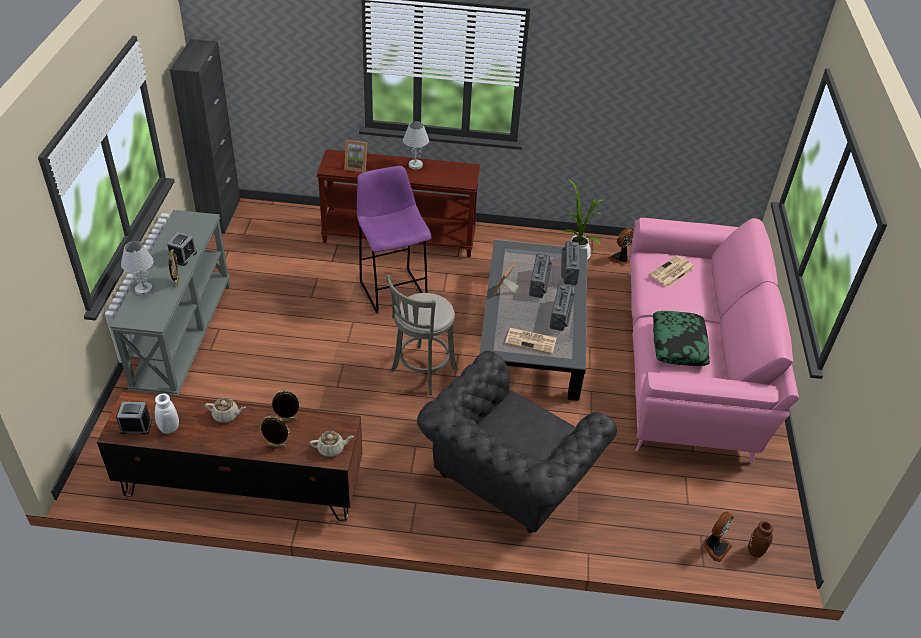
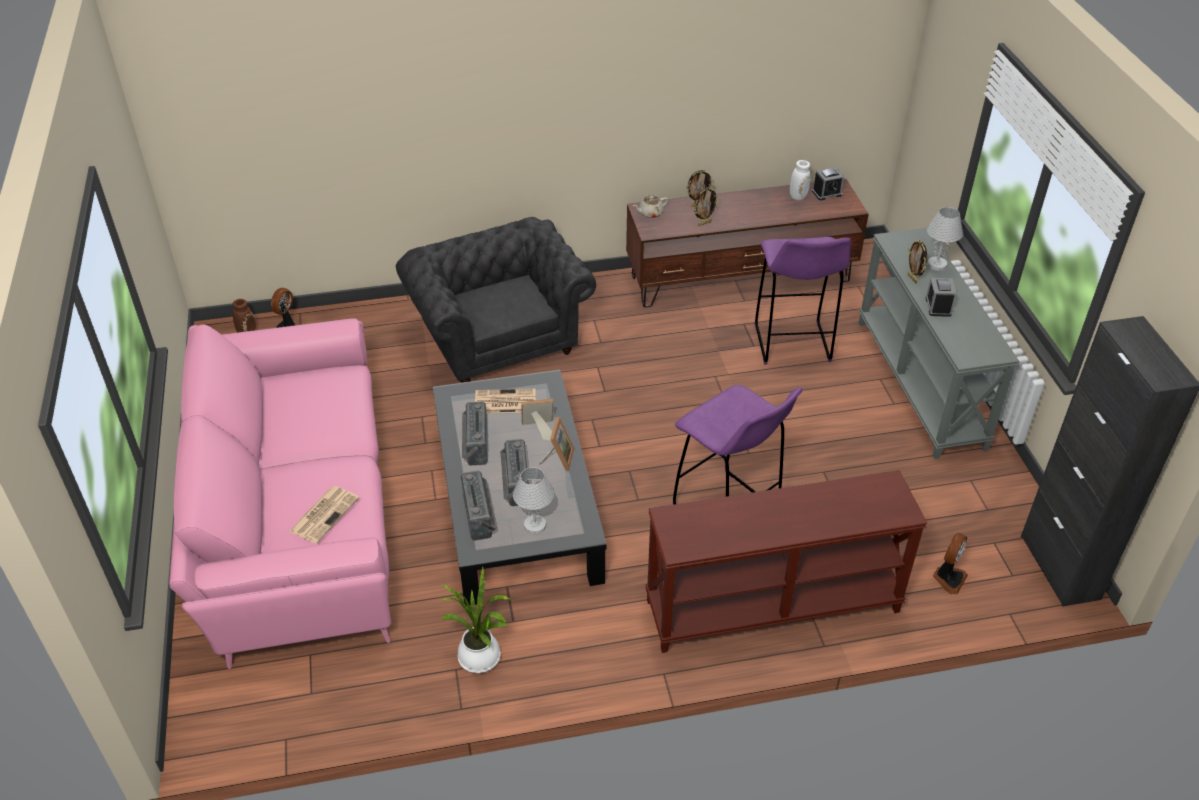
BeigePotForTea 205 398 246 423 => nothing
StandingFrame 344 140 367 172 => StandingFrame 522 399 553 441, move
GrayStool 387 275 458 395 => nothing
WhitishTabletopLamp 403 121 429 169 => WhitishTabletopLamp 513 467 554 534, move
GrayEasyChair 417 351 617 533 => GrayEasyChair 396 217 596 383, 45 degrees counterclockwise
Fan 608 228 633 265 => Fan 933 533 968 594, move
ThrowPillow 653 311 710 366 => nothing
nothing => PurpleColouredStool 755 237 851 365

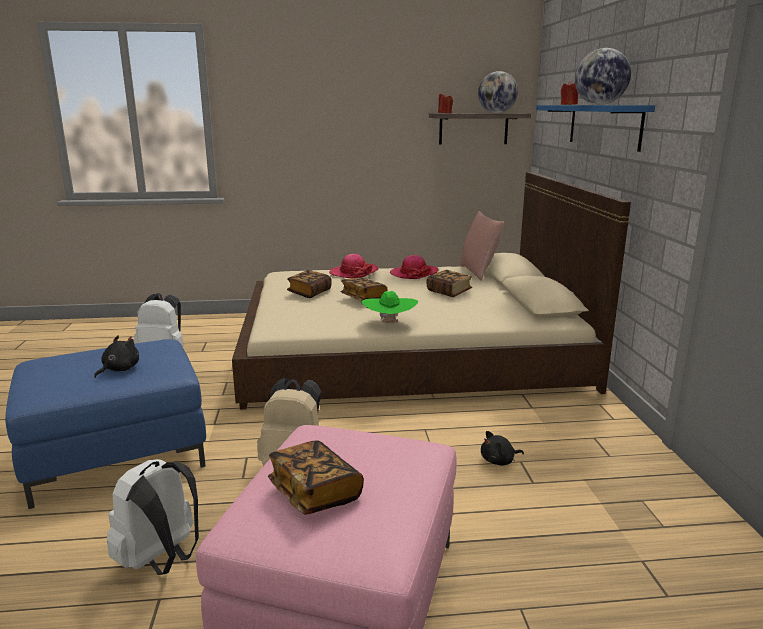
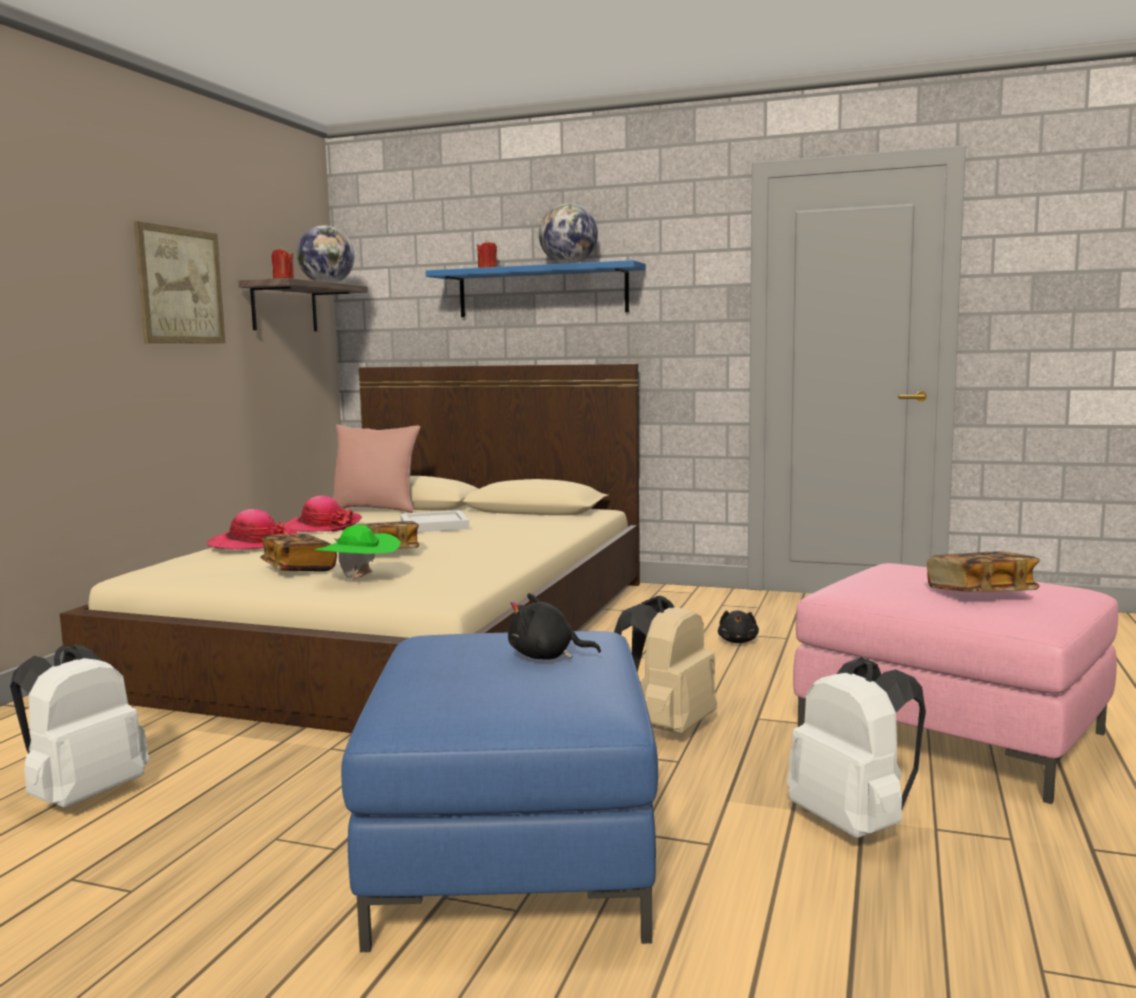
BlackCuddlyToy 94 335 139 378 => BlackCuddlyToy 508 593 601 660, 45 degrees counterclockwise
GreenishHat 362 291 419 323 => GreenishHat 314 525 401 580, move
Book 426 270 472 297 => WhitishServingTray 401 510 469 532
nothing => WallArt 134 221 225 344

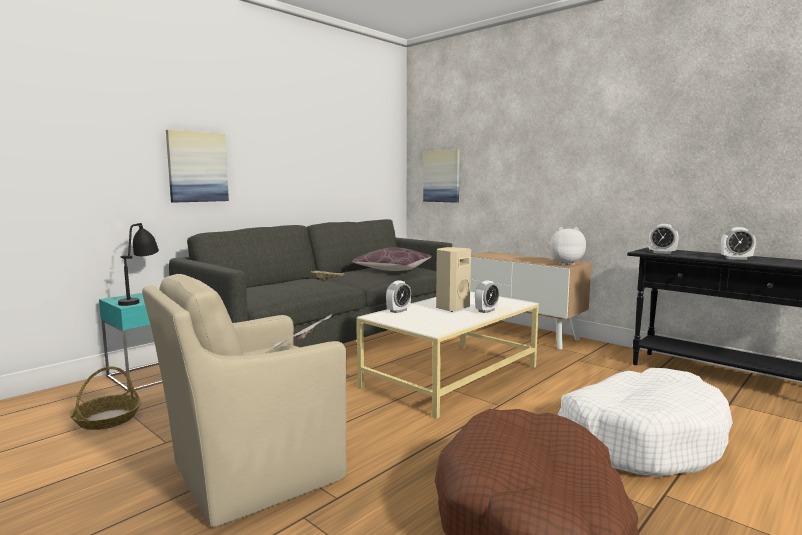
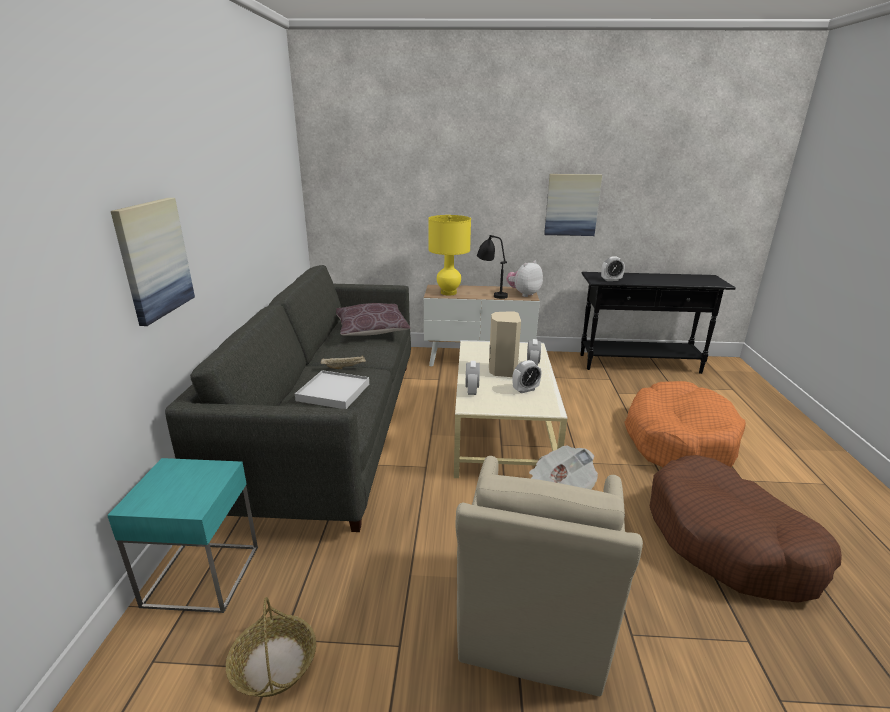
BlackTabletopLamp 118 223 159 306 => BlackTabletopLamp 477 235 508 299, move
WallArt 423 150 460 203 => WallArt 544 174 602 236, move
WhitishDogBed 558 368 733 477 => OrangeyDogBed 624 381 746 467
AlarmClock 720 227 756 260 => AlarmClock 512 360 541 393, move
nothing => WhitishServingTray 295 370 369 409
nothing => YellowColouredTabletopLamp 428 215 471 296

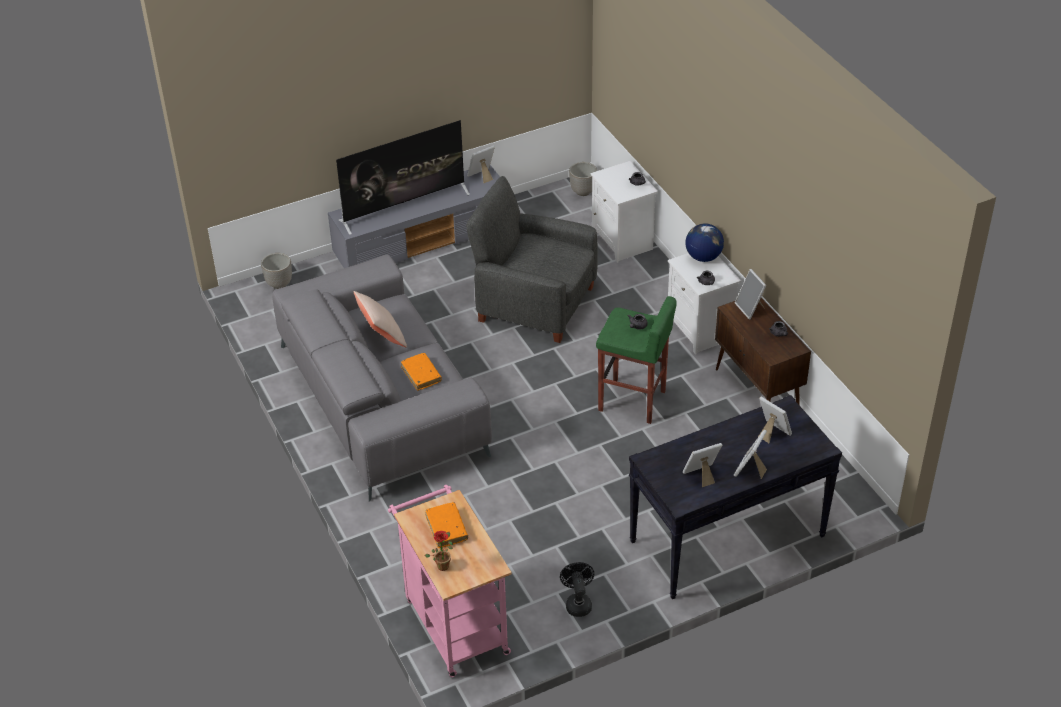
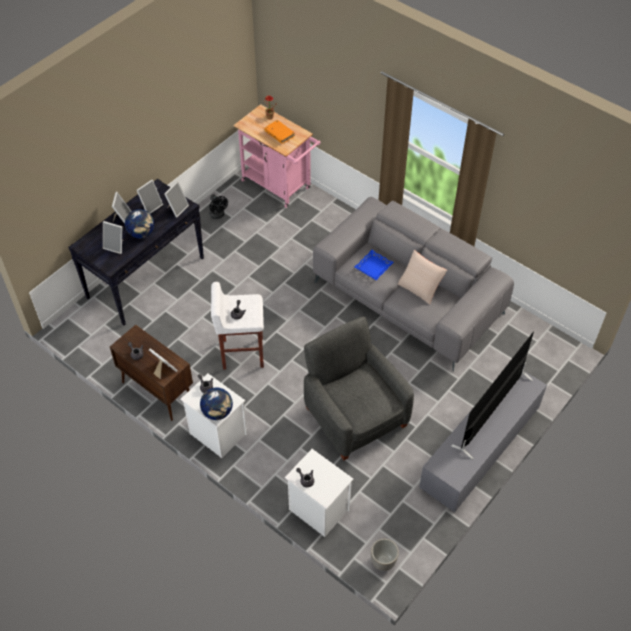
Planter 261 253 292 289 => nothing
OrangeyBook 401 353 442 391 => BluishServingTray 355 250 394 280
GrayEasyChair 466 176 597 343 => GrayEasyChair 304 316 414 460, 120 degrees counterclockwise
StandingFrame 467 145 495 183 => StandingFrame 164 181 189 218, move
GreenishStool 596 296 677 424 => WhitishStool 211 282 264 370
nothing => WorldGlobe 125 209 154 238

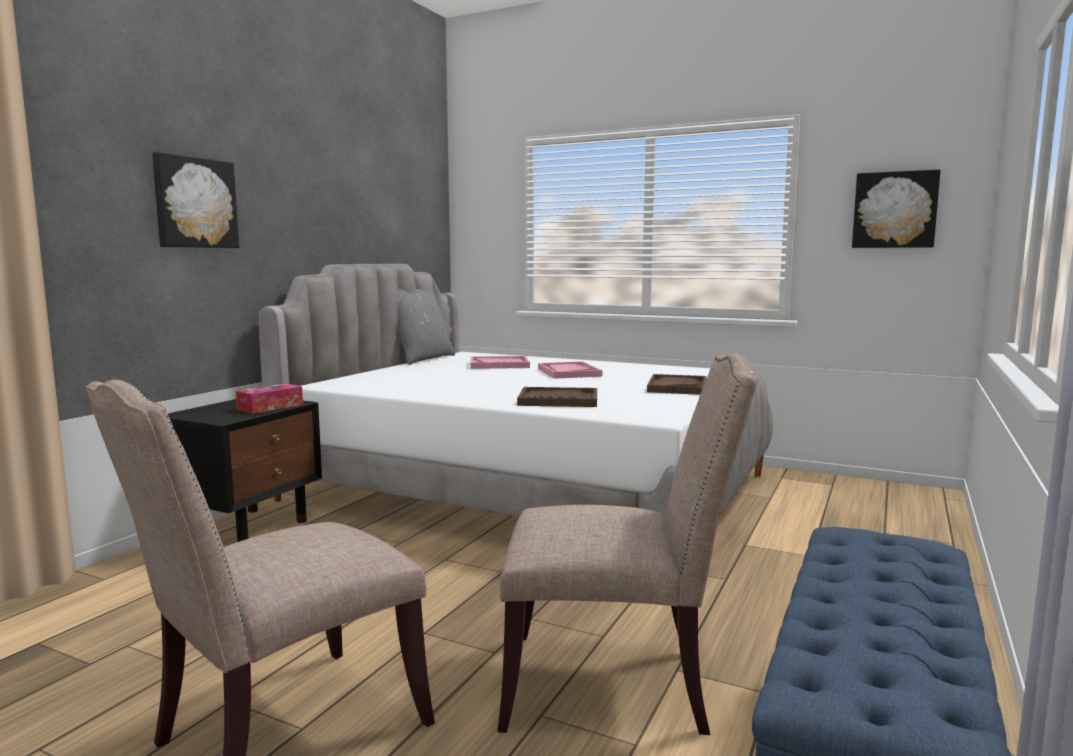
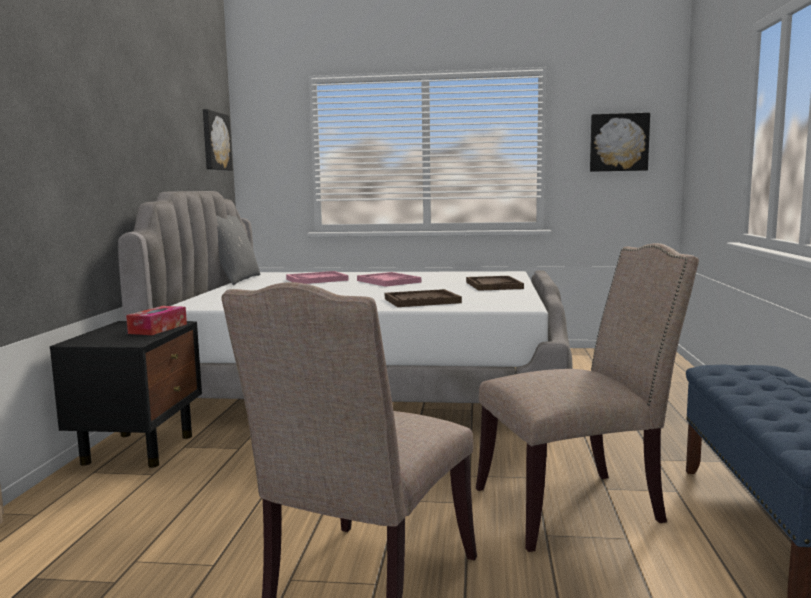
WallArt 152 152 239 248 => WallArt 203 109 233 171, move

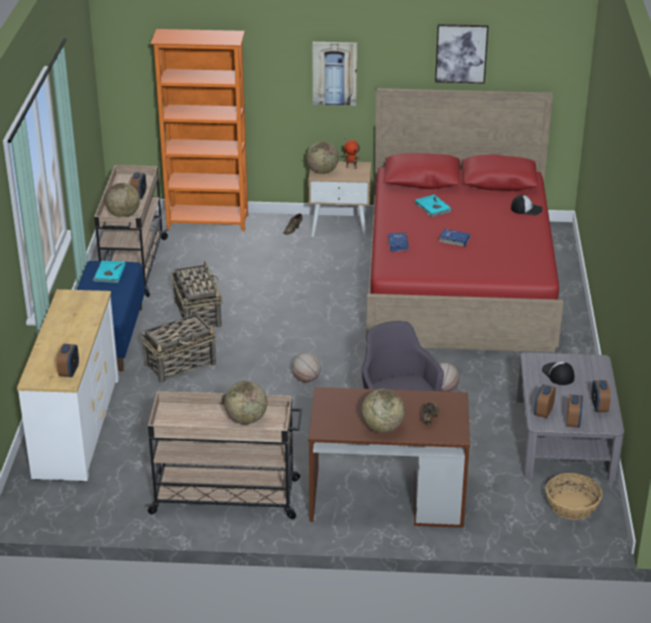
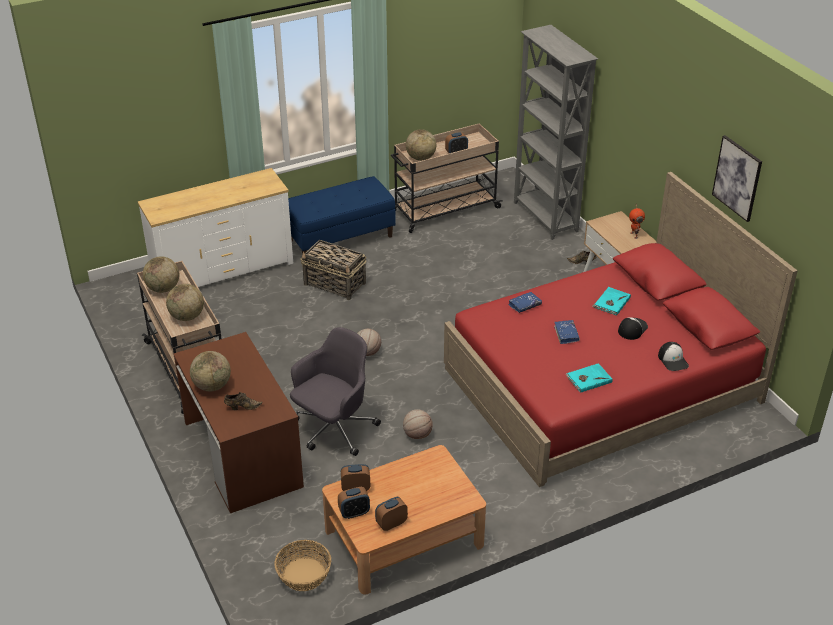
AlarmClock 57 344 79 377 => nothing
TurquoiseBook 92 261 126 283 => TurquoiseBook 565 363 613 393, move
OrangeyBookshelf 150 29 248 231 => GrayBookshelf 514 25 598 240
HouseholdBasket 172 261 223 328 => nothing
WorldGlobe 306 141 339 174 => WorldGlobe 143 256 179 293, move
WallArt 312 42 357 106 => nothing
GrayCoffeeTable 516 352 624 481 => BrownCoffeeTable 322 445 486 595
PeakedCap 542 362 574 385 => PeakedCap 618 317 648 340, move

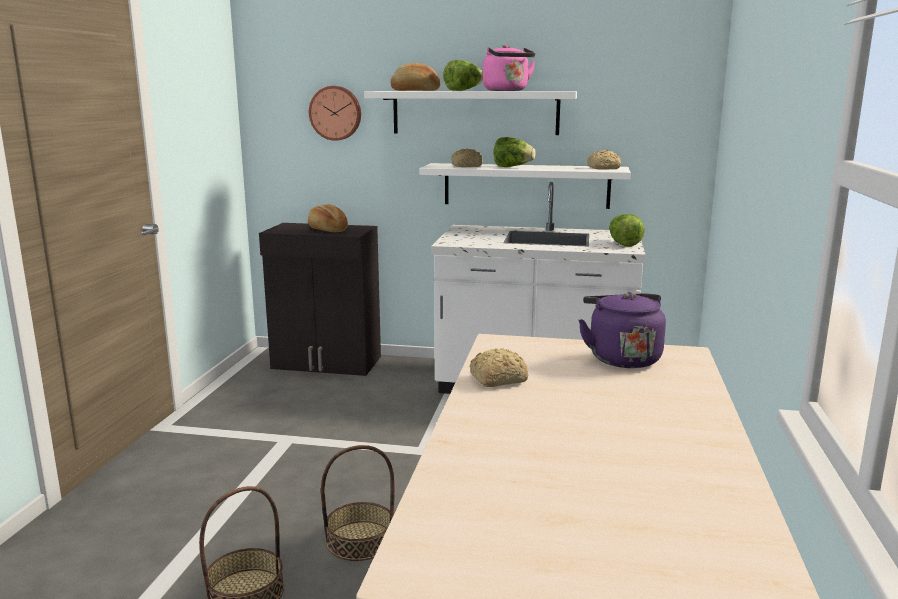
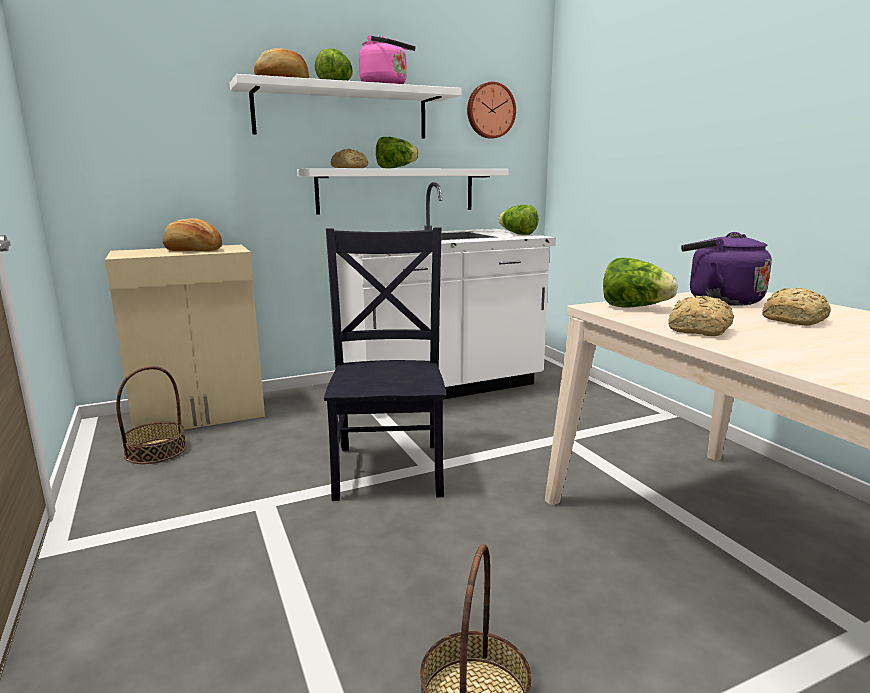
BlackCupboard 259 223 381 376 => BeigeCupboard 105 245 265 430
WallClock 309 86 361 141 => WallClock 467 82 516 139, move
HouseholdBasket 321 445 395 561 => HouseholdBasket 116 366 186 464, move
Bread 588 150 621 170 => Bread 762 288 831 326, move
nothing => BlackUprightChair 324 227 447 501
nothing => HeadOfLettuce 603 258 678 308

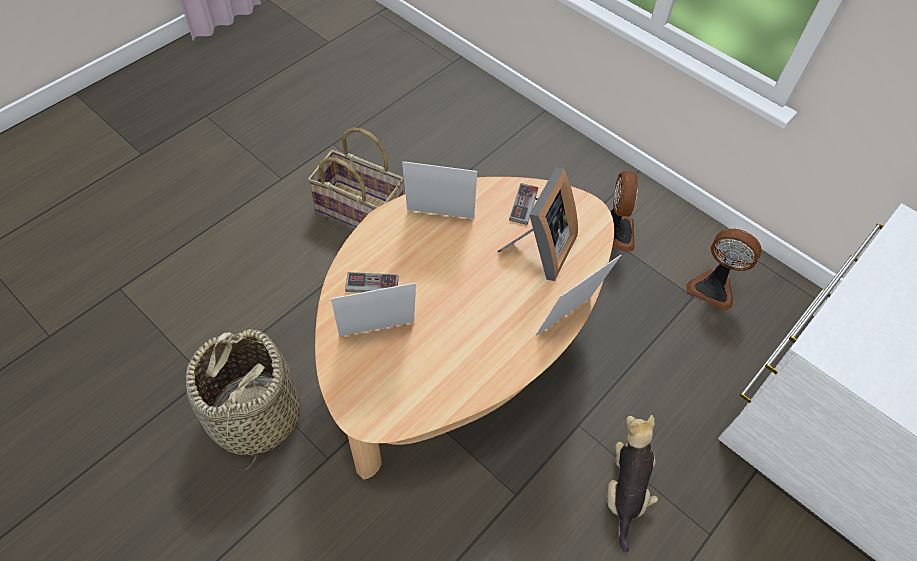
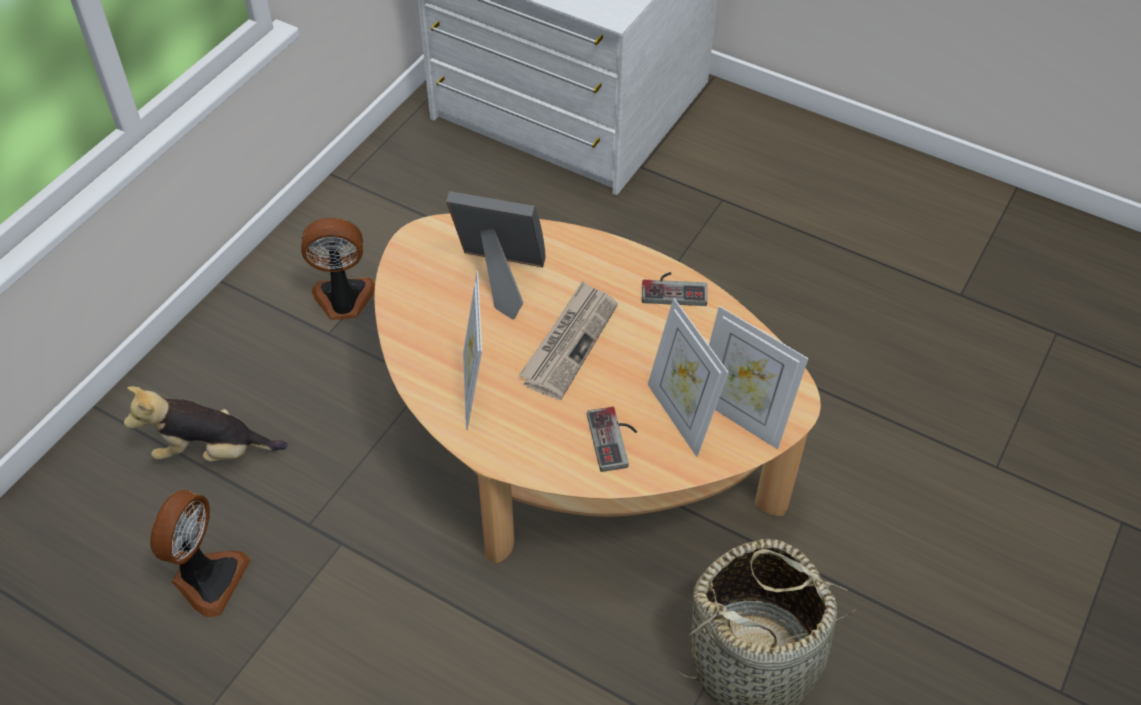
HouseholdBasket 307 127 404 227 => nothing
Joypad 509 183 538 225 => Joypad 642 272 707 306, move
StandingFrame 536 255 621 336 => StandingFrame 709 306 809 449, move
CuddlyToy 607 415 658 553 => CuddlyToy 124 386 288 461, move
Fan 686 229 762 311 => Fan 150 490 251 617, move
nothing => PrintedPaper 519 281 618 400

